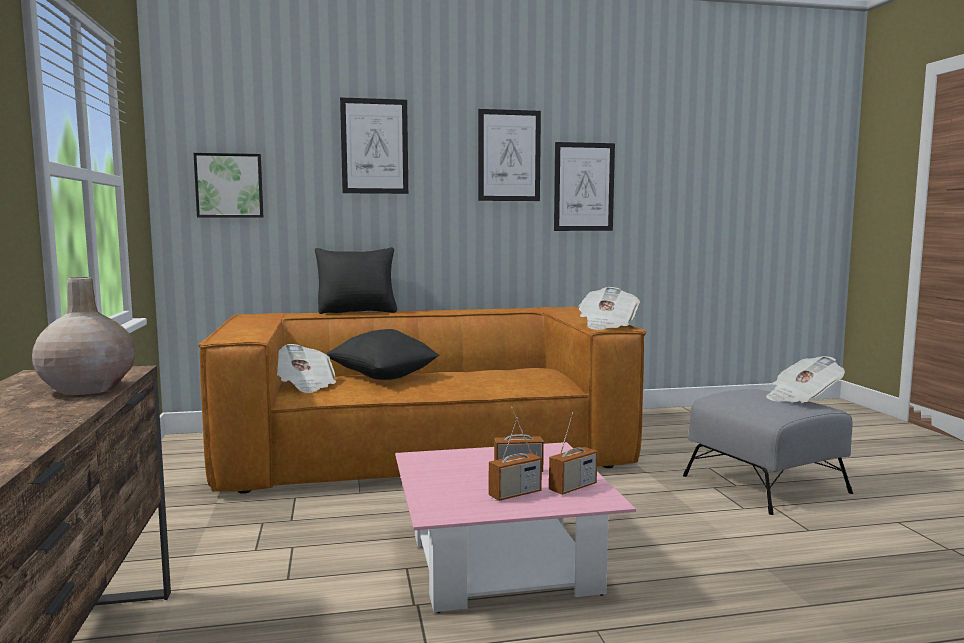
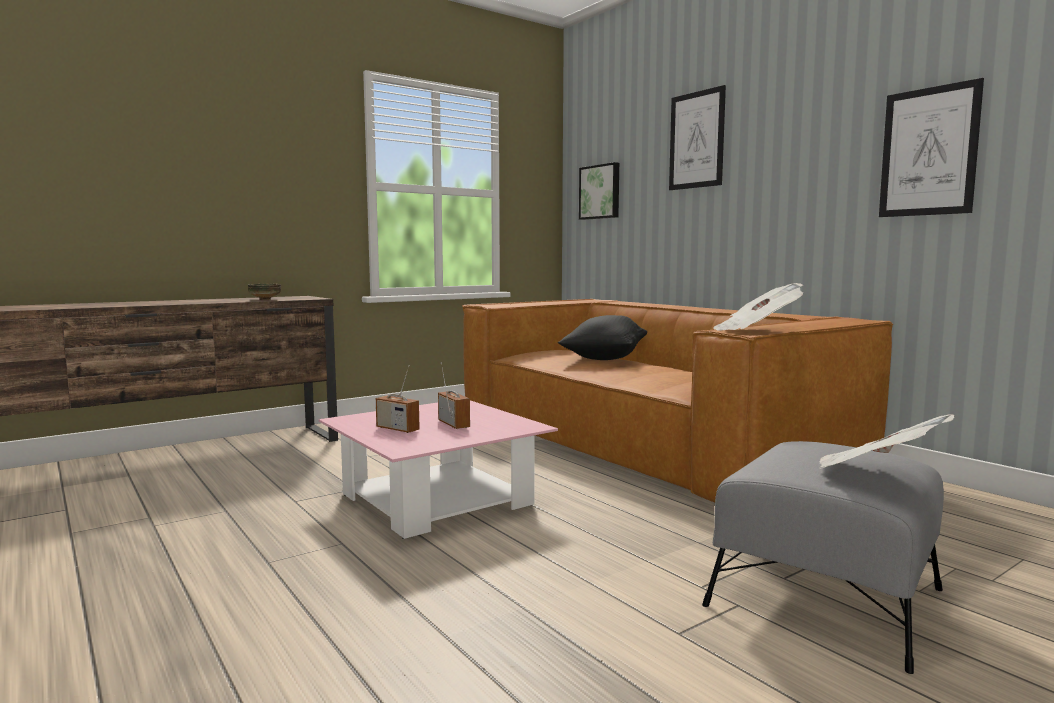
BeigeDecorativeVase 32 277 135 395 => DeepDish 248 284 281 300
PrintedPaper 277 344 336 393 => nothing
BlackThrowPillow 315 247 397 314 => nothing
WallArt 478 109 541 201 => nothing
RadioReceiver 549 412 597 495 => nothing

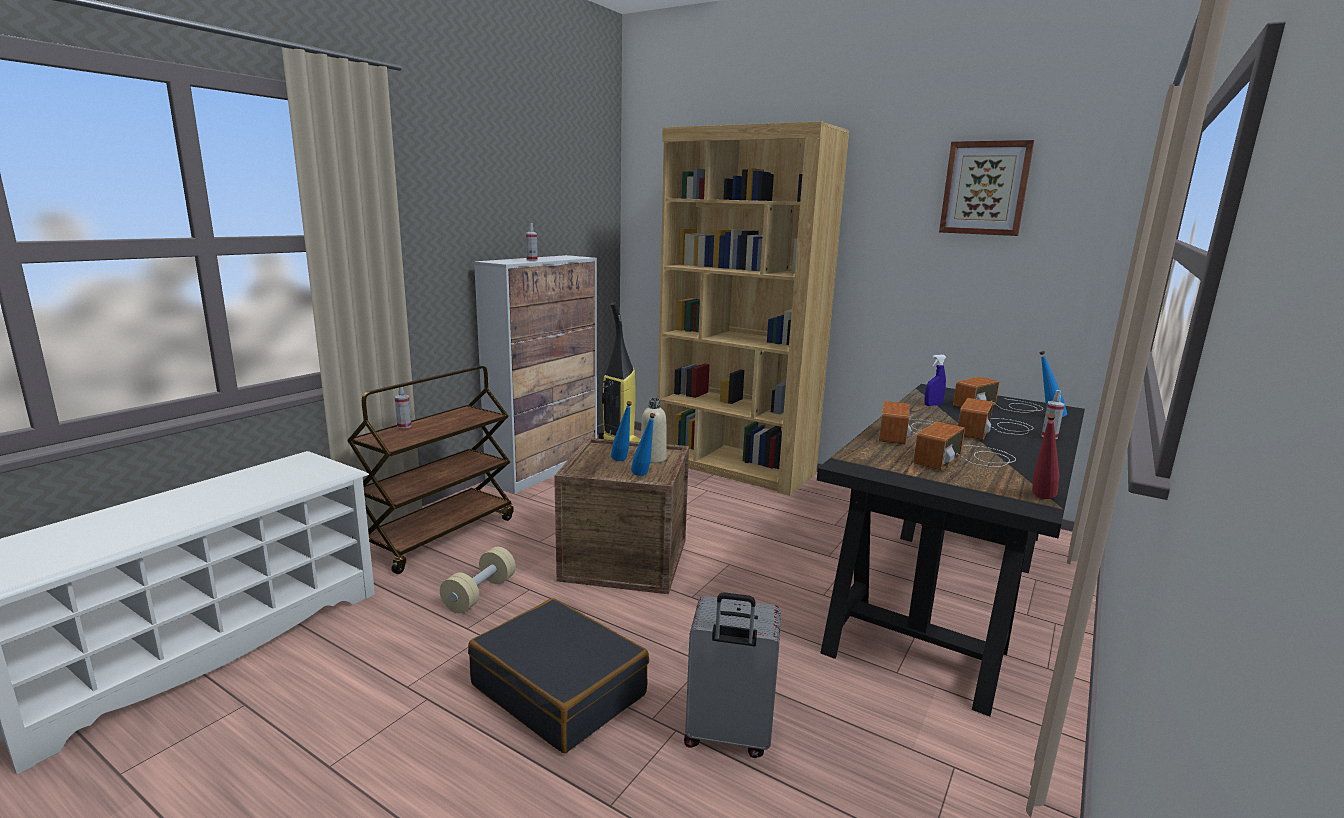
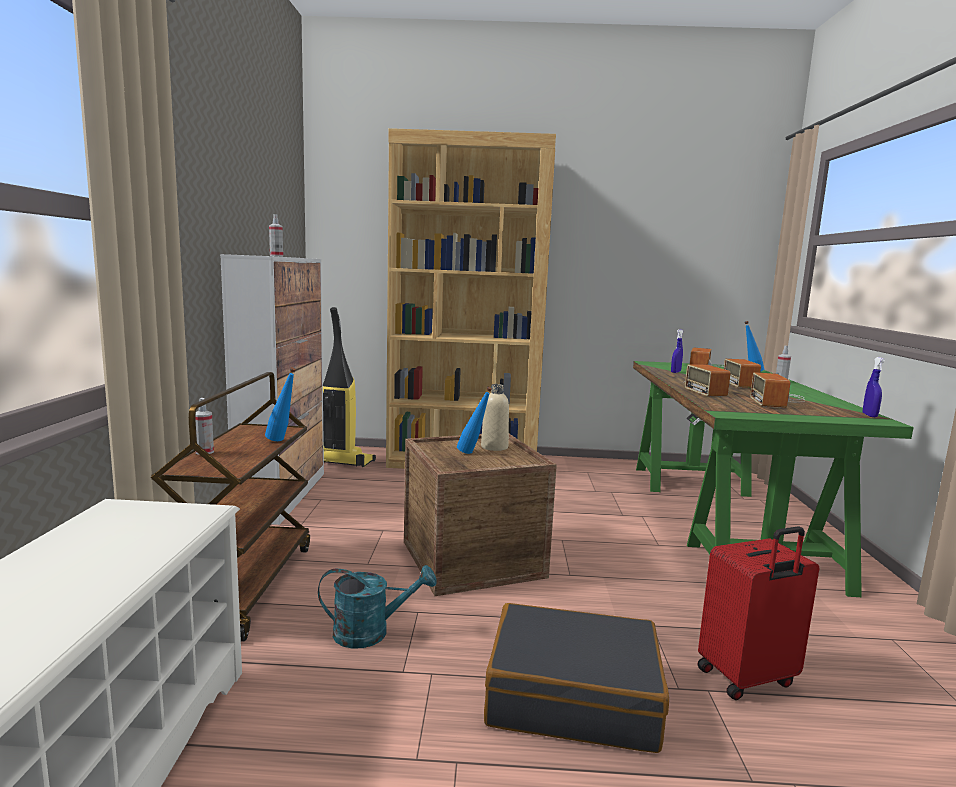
BeigeFreeWeight 440 547 516 613 => TurquoiseSprinklingCan 318 565 437 649
BluishBeverageBottle 631 413 655 476 => BluishBeverageBottle 265 367 296 441, move
GrayPieceOfLuggage 684 592 781 758 => RedPieceOfLuggage 697 526 819 700
BlackDeskUnit 817 384 1085 717 => GreenishDeskUnit 633 361 914 597
WallArt 939 140 1034 236 => nothing
RedBeverageBottle 1032 414 1059 499 => BluishSprayer 863 357 885 417

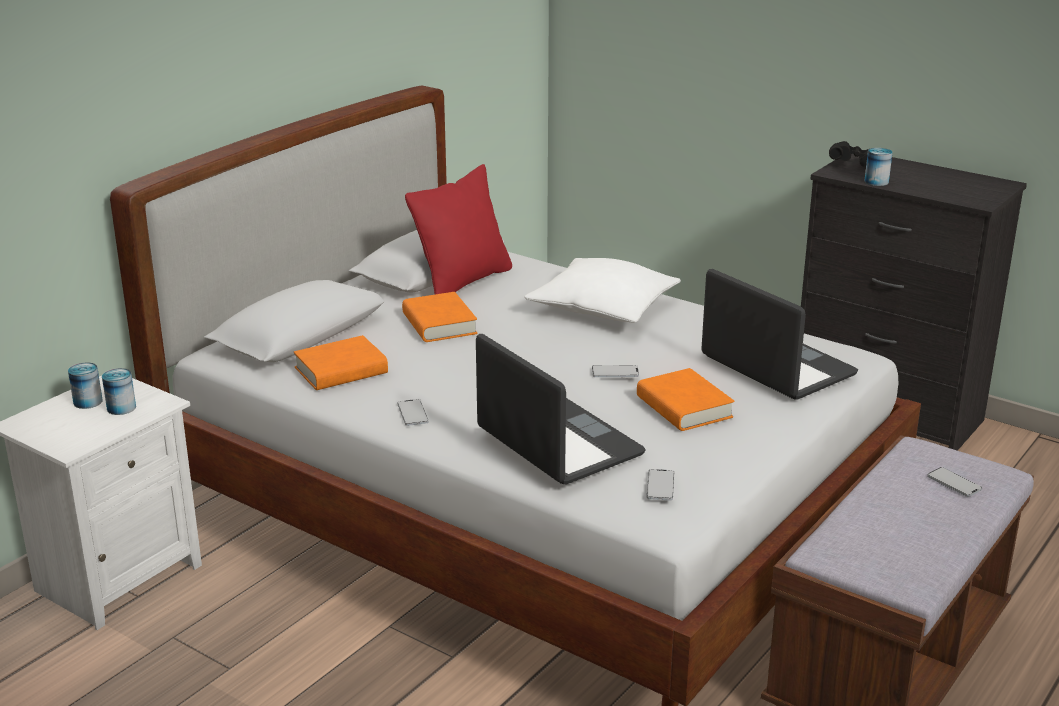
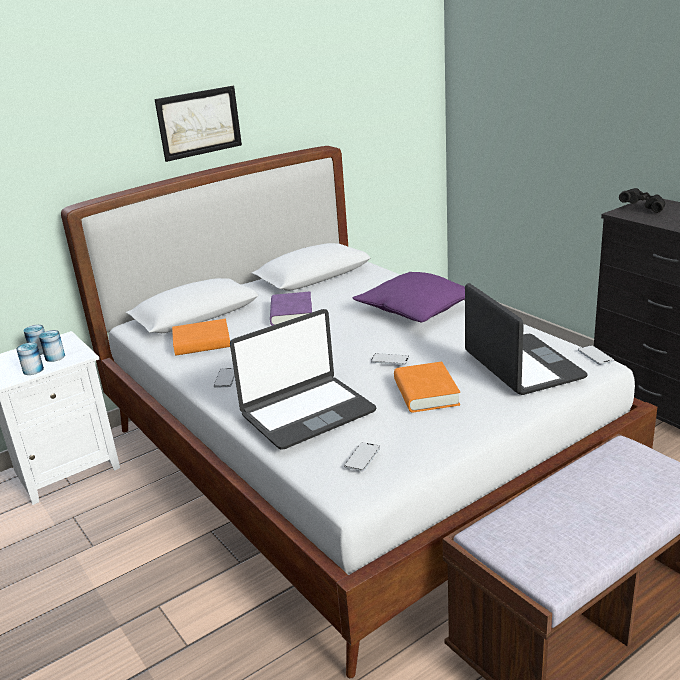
OrangeyBook 402 292 477 342 => PurpleColouredBook 270 292 312 326
RedThrowPillow 405 164 512 294 => nothing
PortableComputer 476 334 646 485 => PortableComputer 230 309 376 450, 75 degrees clockwise
WhitishThrowPillow 524 258 681 323 => PurpleColouredThrowPillow 353 272 465 322
Can 865 148 893 186 => Can 16 342 44 375, move
Phone 927 467 982 497 => Phone 578 345 614 365, move
nothing => WallArt 154 86 242 162

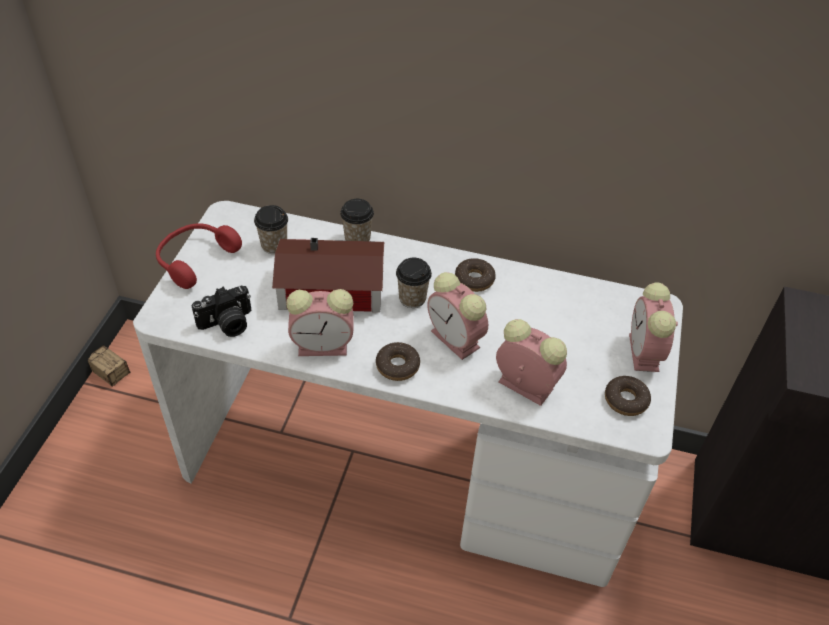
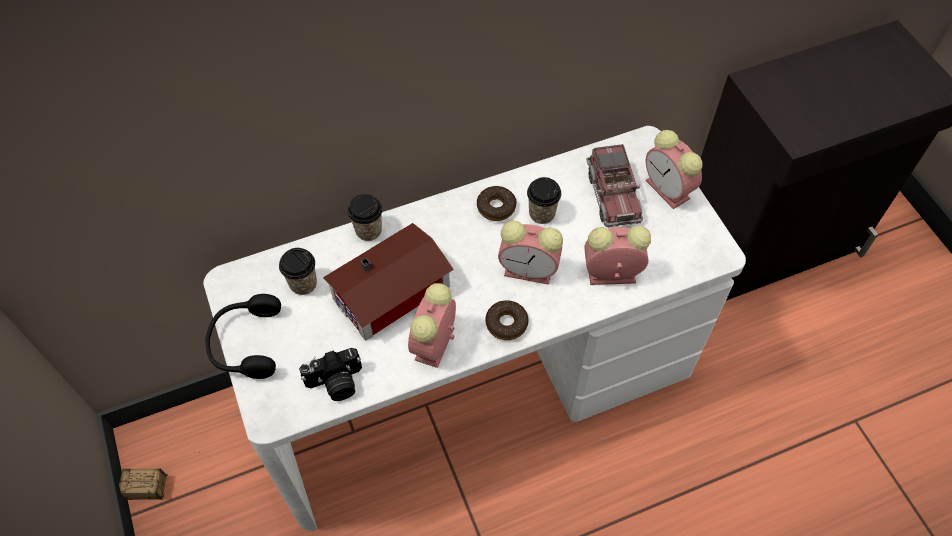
RedHeadset 156 223 242 289 => BlackHeadset 205 294 281 379
StillCamera 191 286 251 337 => StillCamera 299 348 362 401, 45 degrees clockwise
AlarmClock 286 289 353 356 => AlarmClock 408 283 456 368, 150 degrees clockwise
Cup 396 258 432 308 => Cup 527 177 561 224, move
Doughnut 605 376 651 416 => nothing
nothing => ModelTruck 586 144 643 228

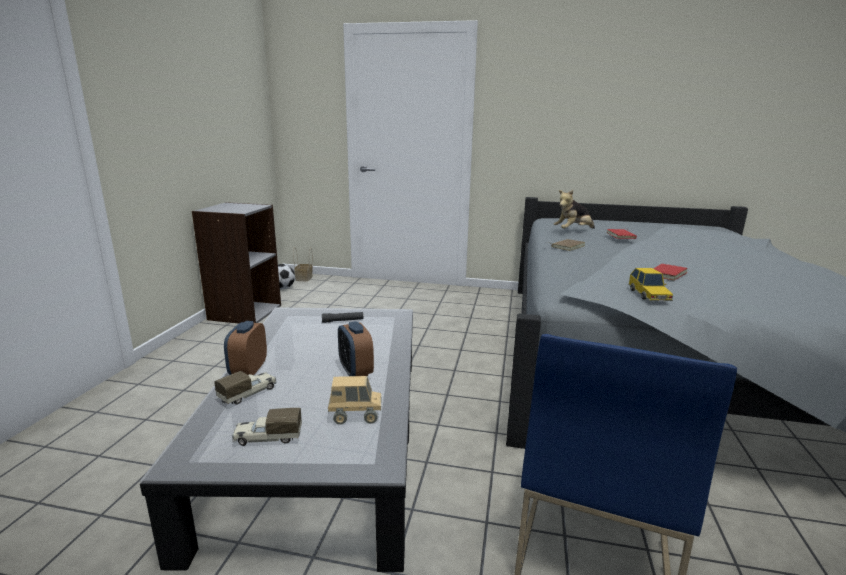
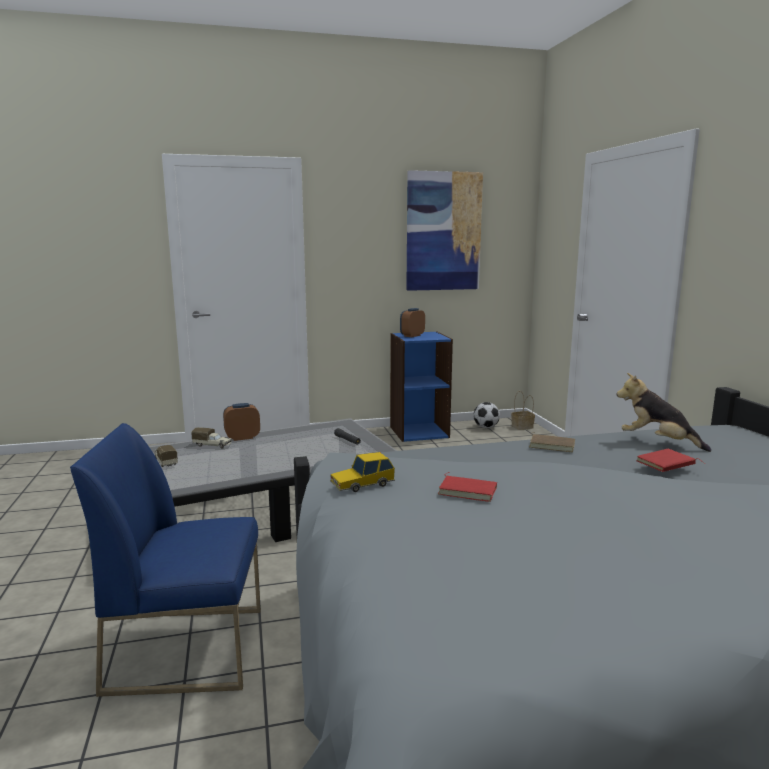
GrayBookshelf 192 202 281 324 => BluishBookshelf 390 331 453 442
ModelTruck 328 376 381 424 => nothing
AlarmClock 338 321 374 376 => AlarmClock 400 308 425 337, move
nothing => WallArt 406 170 483 291

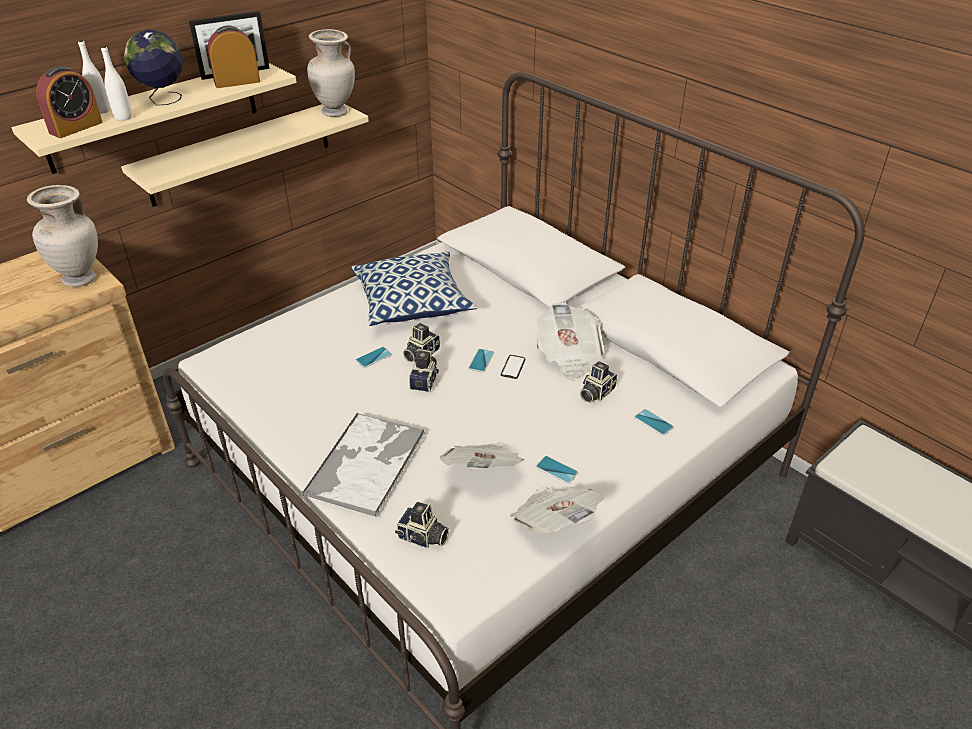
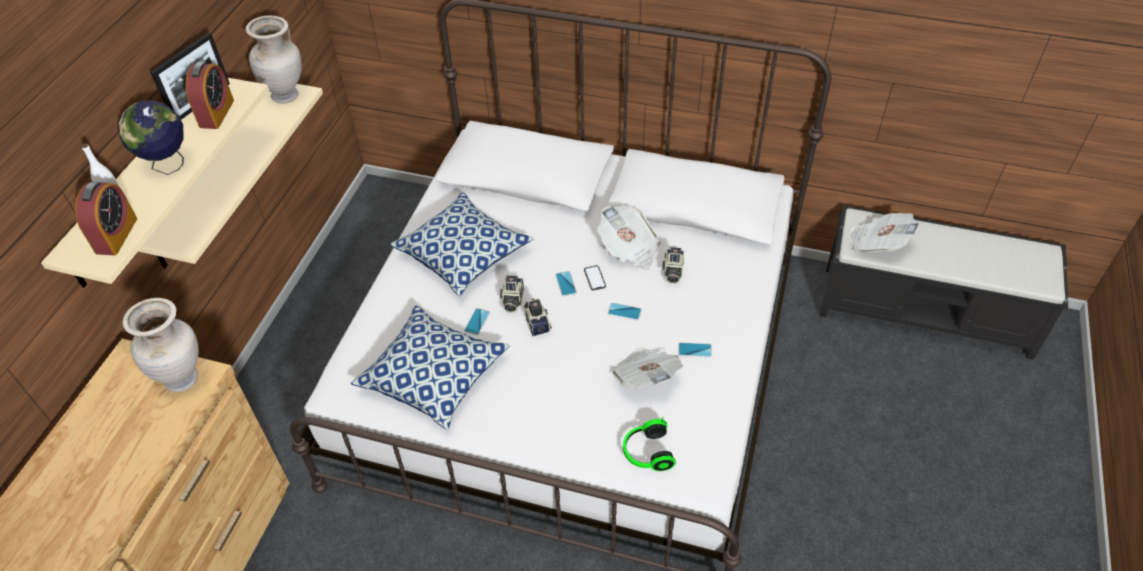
WhitishBeverageBottle 101 45 132 121 => nothing
AlarmClock 207 26 260 88 => AlarmClock 185 61 234 129, 150 degrees clockwise
ServingTray 302 412 425 517 => nothing
StillCamera 395 502 449 548 => Headset 623 417 676 471
PrintedPaper 510 487 604 533 => PrintedPaper 850 213 920 252, move
Phone 634 409 674 436 => Phone 608 303 642 321, move
nothing => ThrowPillow 351 305 510 430

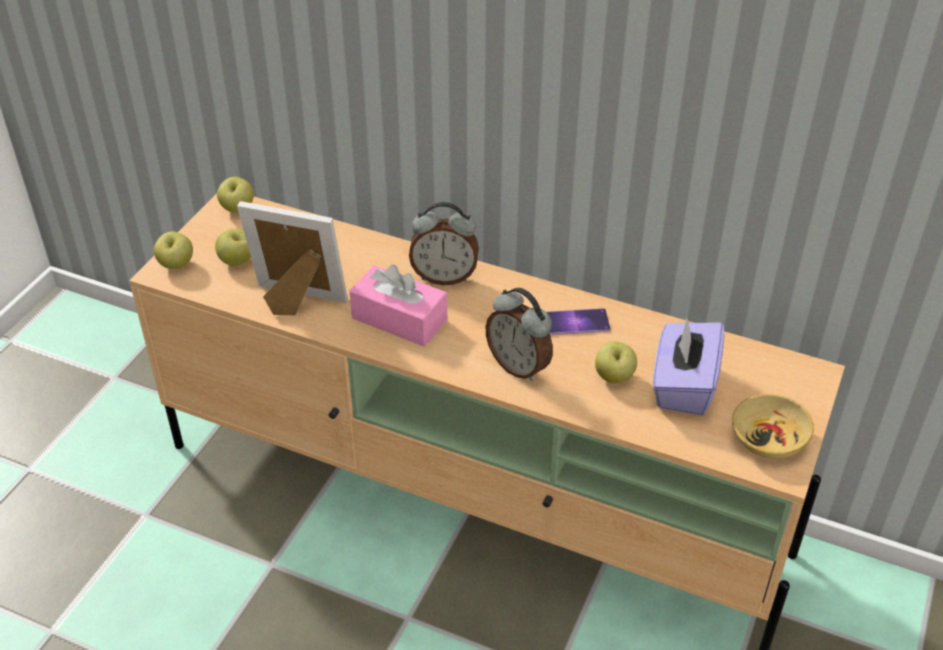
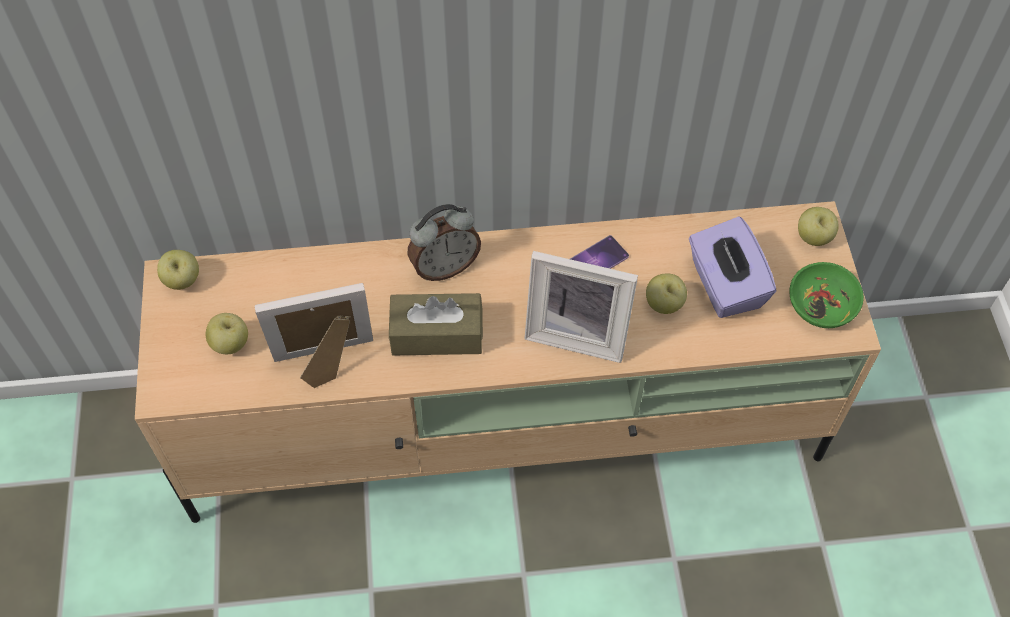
WholeApple 154 231 193 269 => WholeApple 798 207 839 246, move
PinkishBoxOfTissues 349 265 447 347 => BrownBoxOfTissues 389 293 483 355
AlarmClock 486 288 553 382 => StandingFrame 524 251 638 363
BeigeDeepDish 732 394 814 459 => GreenishDeepDish 789 262 864 328

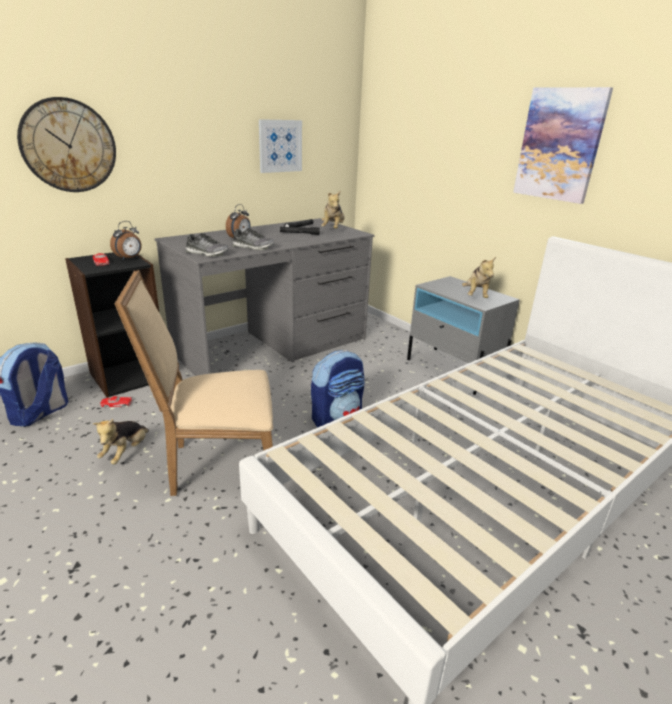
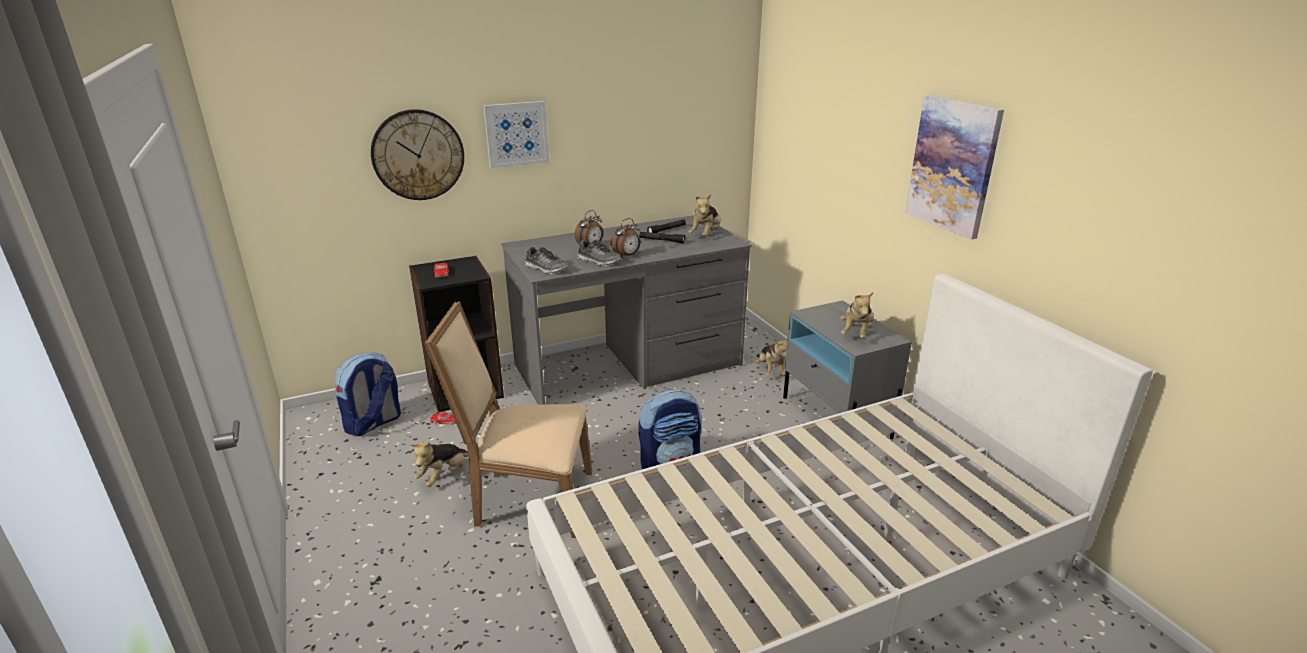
AlarmClock 110 221 141 260 => AlarmClock 611 218 641 258, move
WallArt 259 119 302 173 => WallArt 483 101 549 168, move
nothing => CuddlyToy 755 339 788 376

